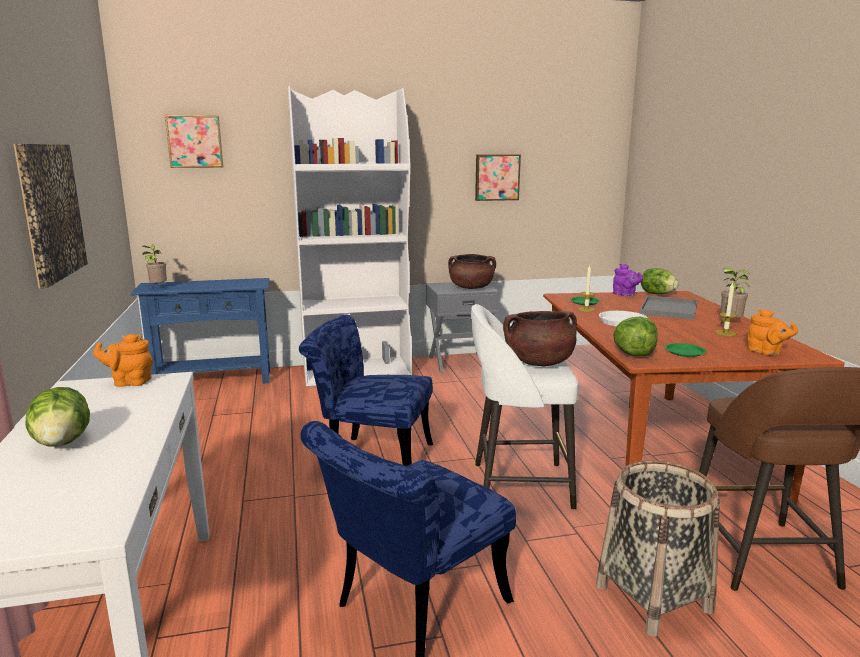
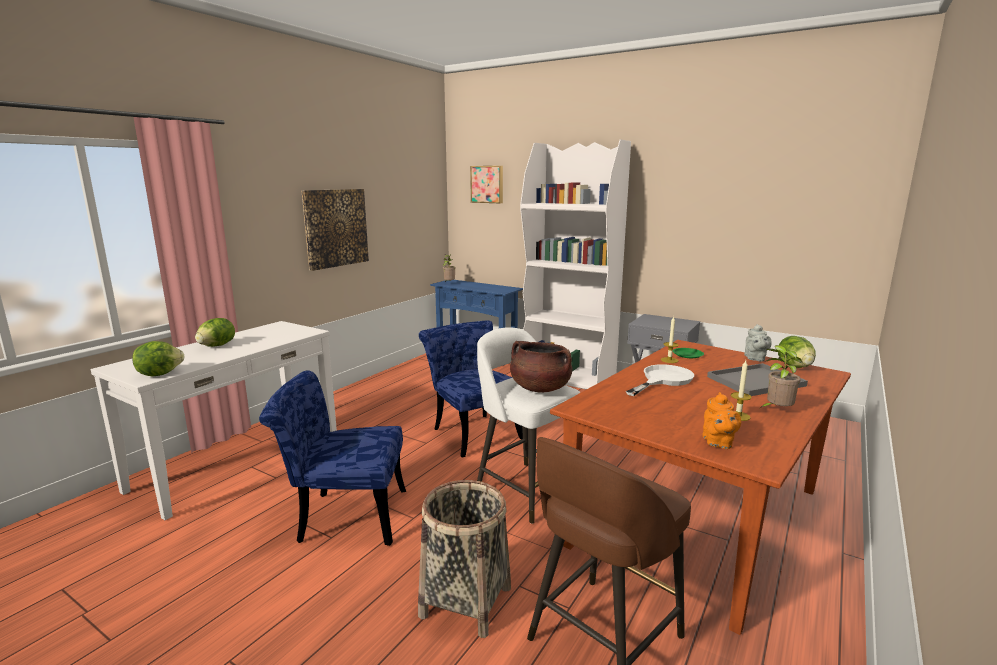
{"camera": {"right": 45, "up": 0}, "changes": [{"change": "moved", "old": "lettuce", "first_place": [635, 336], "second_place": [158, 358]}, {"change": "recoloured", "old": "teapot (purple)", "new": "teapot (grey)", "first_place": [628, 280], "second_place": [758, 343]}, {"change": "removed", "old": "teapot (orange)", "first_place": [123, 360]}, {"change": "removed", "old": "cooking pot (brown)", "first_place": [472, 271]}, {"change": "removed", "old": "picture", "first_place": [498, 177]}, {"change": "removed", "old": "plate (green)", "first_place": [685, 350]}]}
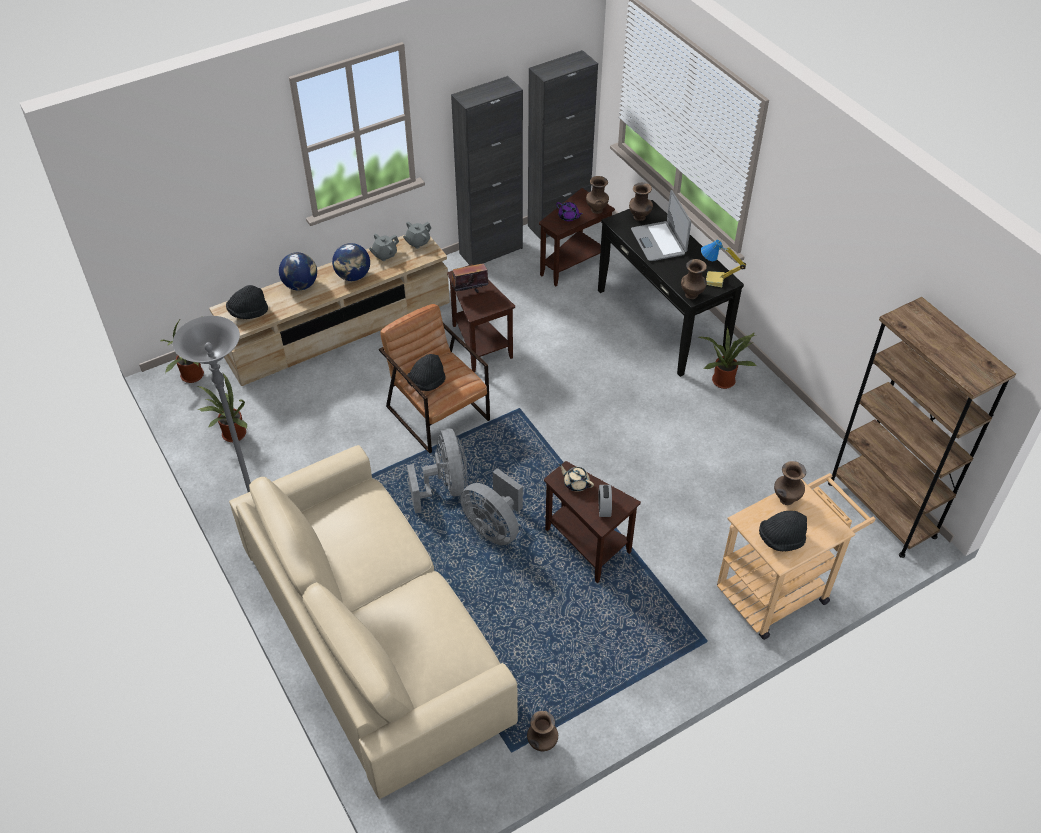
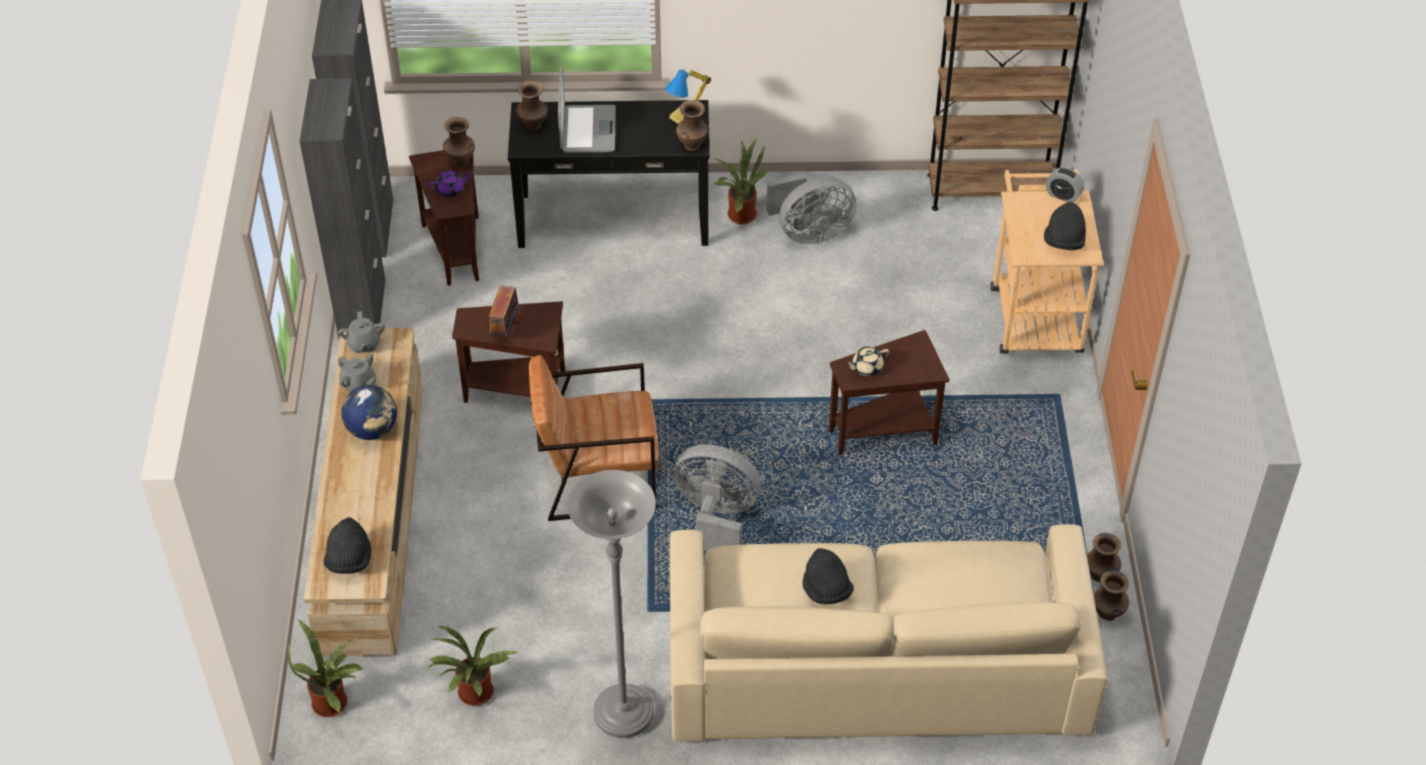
{"camera": {"right": -60, "up": 0}, "changes": [{"change": "turned", "old": "teapot (grey)", "first_place": [384, 247], "second_place": [357, 373], "degrees": -45}, {"change": "turned", "old": "laptop", "first_place": [661, 225], "second_place": [587, 110], "degrees": -105}, {"change": "moved", "old": "fan (grey)", "first_place": [491, 506], "second_place": [811, 208]}, {"change": "moved", "old": "hat (black)", "first_place": [426, 372], "second_place": [828, 576]}, {"change": "moved", "old": "alarm clock", "first_place": [605, 501], "second_place": [1065, 184]}, {"change": "moved", "old": "vase (brown)", "first_place": [790, 483], "second_place": [1111, 595]}, {"change": "removed", "old": "globe", "first_place": [298, 271]}]}
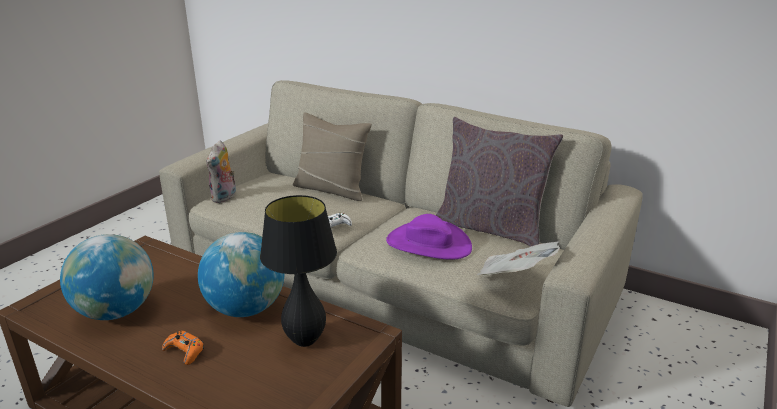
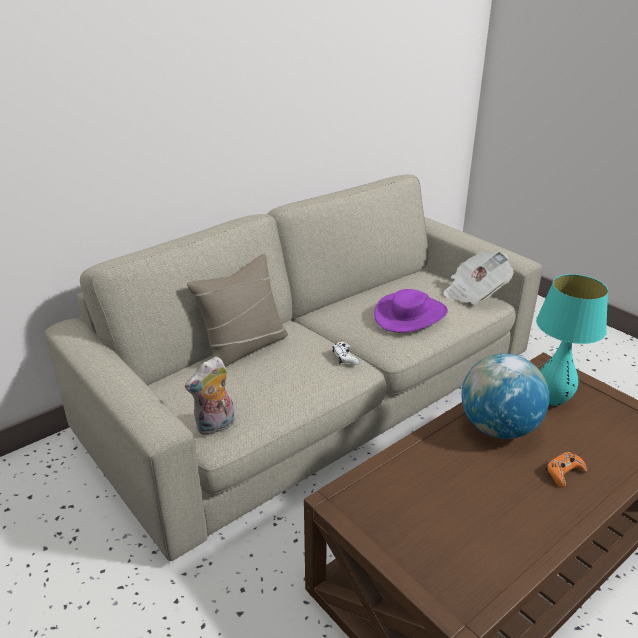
{"camera": {"right": -70, "up": 5}, "changes": [{"change": "turned", "old": "plush toy", "first_place": [221, 171], "second_place": [210, 396], "degrees": 105}, {"change": "recoloured", "old": "table lamp (black)", "new": "table lamp (turquoise)", "first_place": [298, 271], "second_place": [572, 340]}, {"change": "removed", "old": "globe", "first_place": [107, 277]}, {"change": "removed", "old": "pillow (grey)", "first_place": [499, 182]}]}
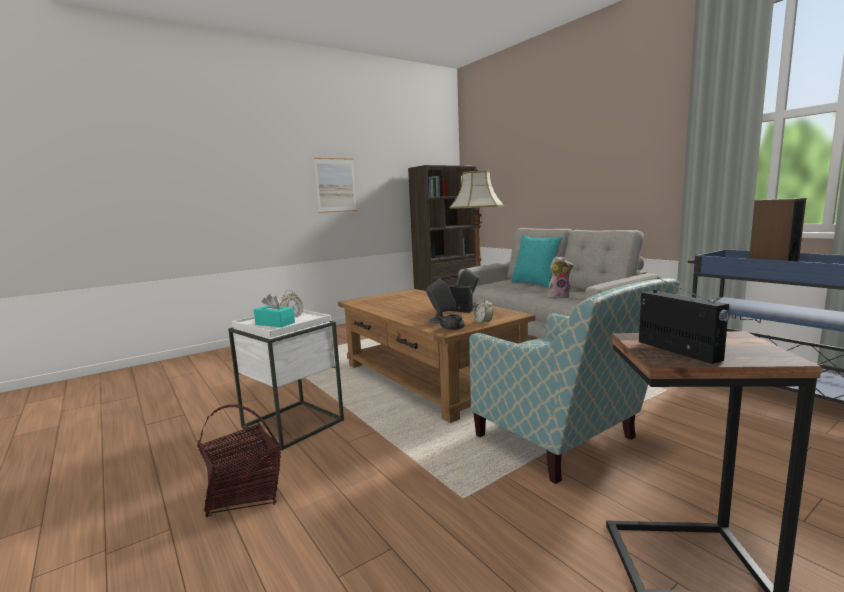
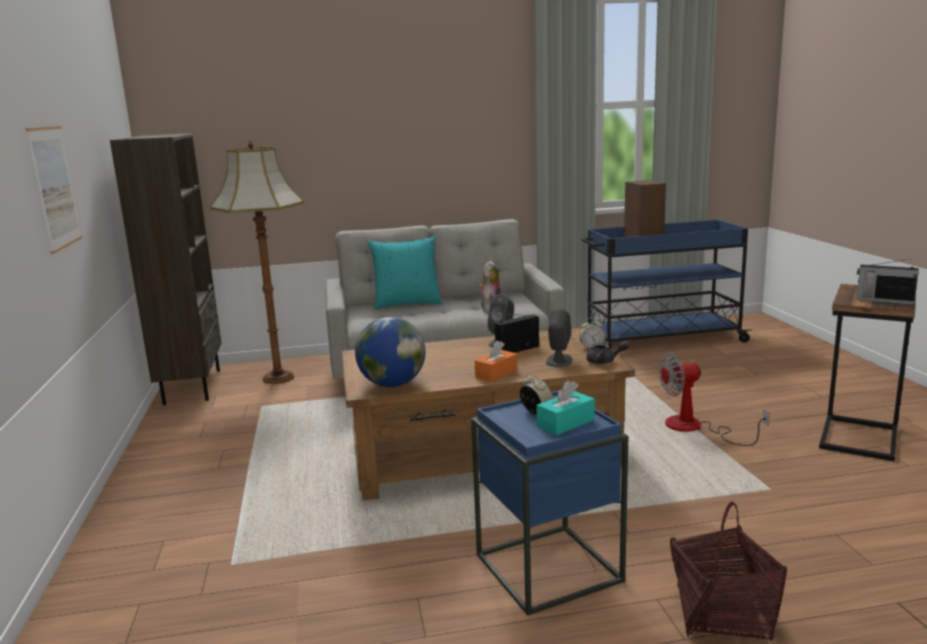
{"camera": {"right": -65, "up": 5}, "changes": [{"change": "added", "new": "globe", "second_place": [390, 352]}, {"change": "recoloured", "old": "side table (white)", "new": "side table (blue)", "first_place": [286, 380], "second_place": [549, 502]}, {"change": "added", "new": "tissue box (orange)", "second_place": [496, 361]}, {"change": "replaced", "old": "armchair", "new": "fan", "first_place": [574, 381], "second_place": [714, 399]}, {"change": "turned", "old": "radio", "first_place": [684, 321], "second_place": [887, 282], "degrees": -150}]}
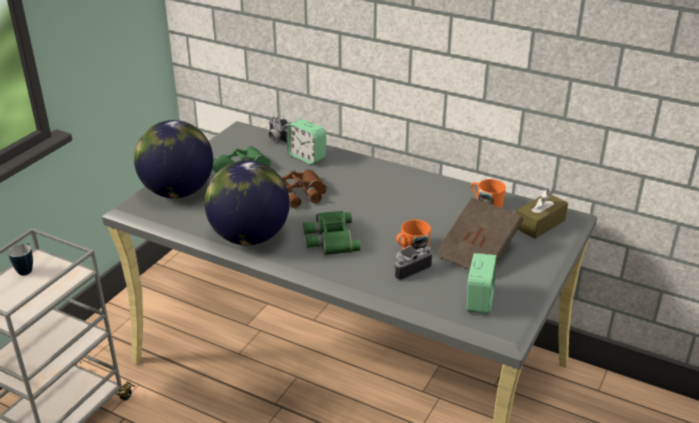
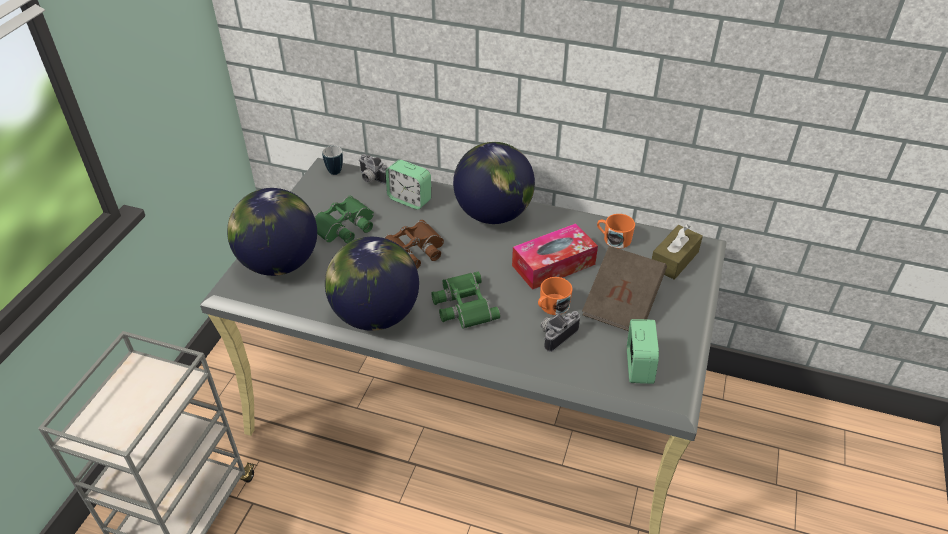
{"camera": {"right": -10, "up": 10}, "changes": [{"change": "moved", "old": "mug", "first_place": [20, 259], "second_place": [332, 160]}, {"change": "added", "new": "globe", "second_place": [494, 183]}, {"change": "added", "new": "tissue box", "second_place": [555, 256]}]}
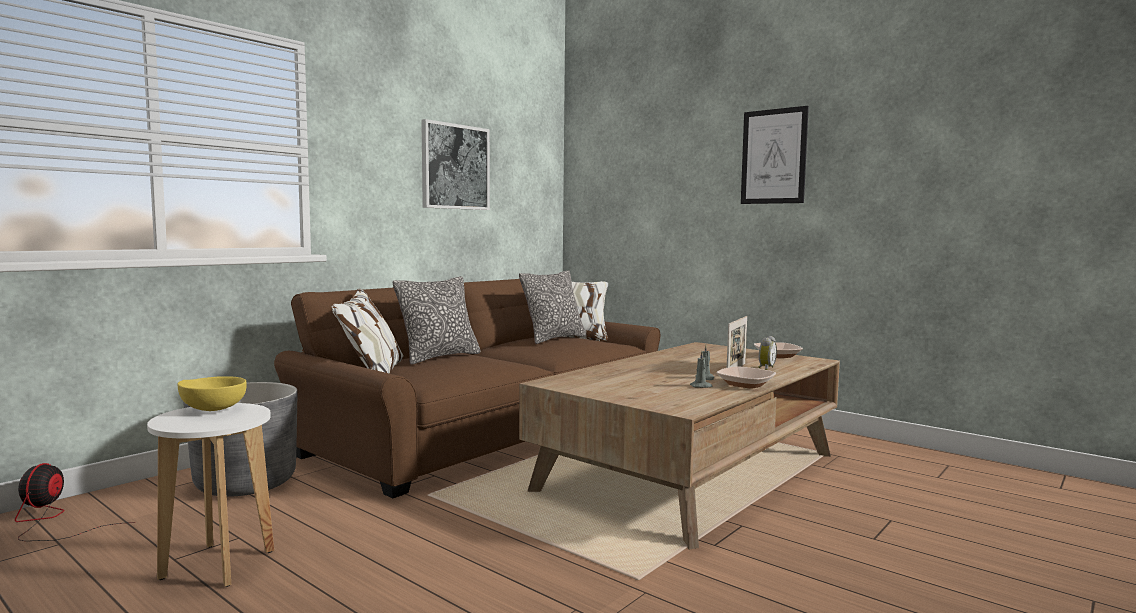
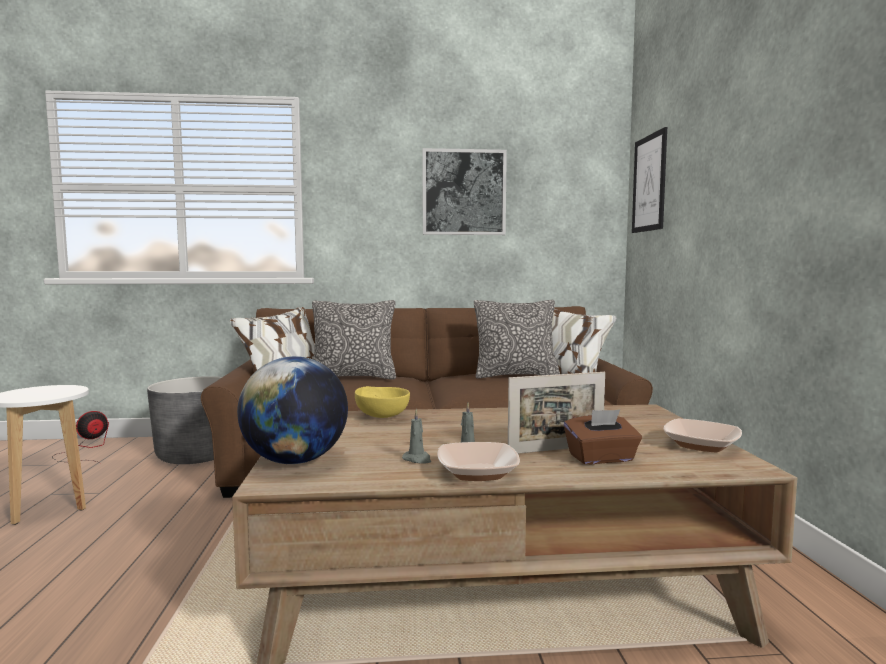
{"camera": {"right": 45, "up": 0}, "changes": [{"change": "added", "new": "globe", "second_place": [292, 410]}, {"change": "moved", "old": "bowl (yellow)", "first_place": [212, 393], "second_place": [382, 402]}, {"change": "replaced", "old": "alarm clock", "new": "tissue box (brown)", "first_place": [767, 353], "second_place": [603, 436]}, {"change": "moved", "old": "picture", "first_place": [775, 155], "second_place": [649, 180]}]}
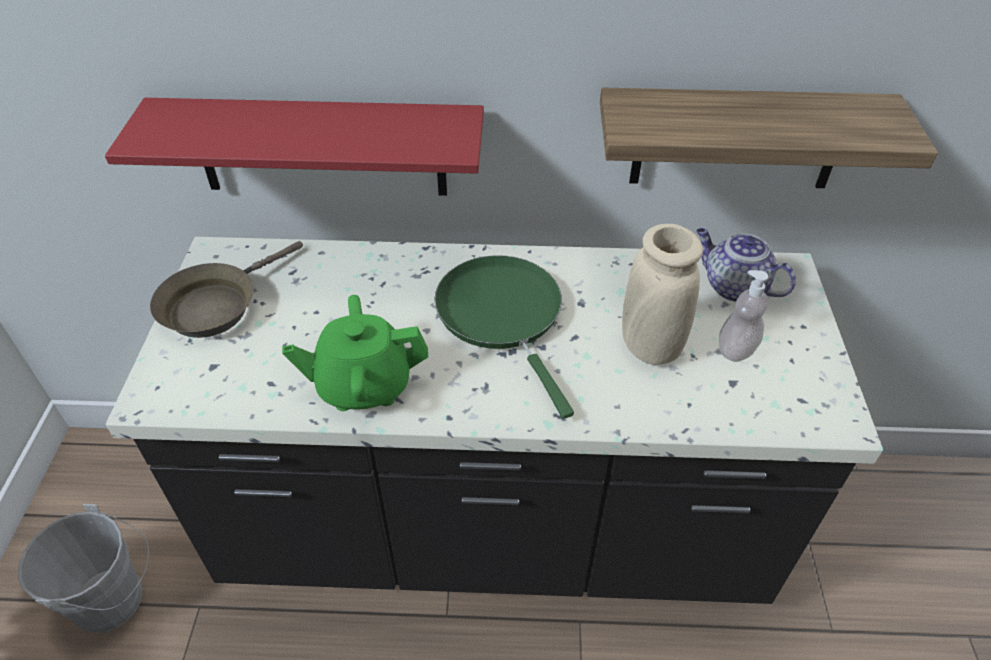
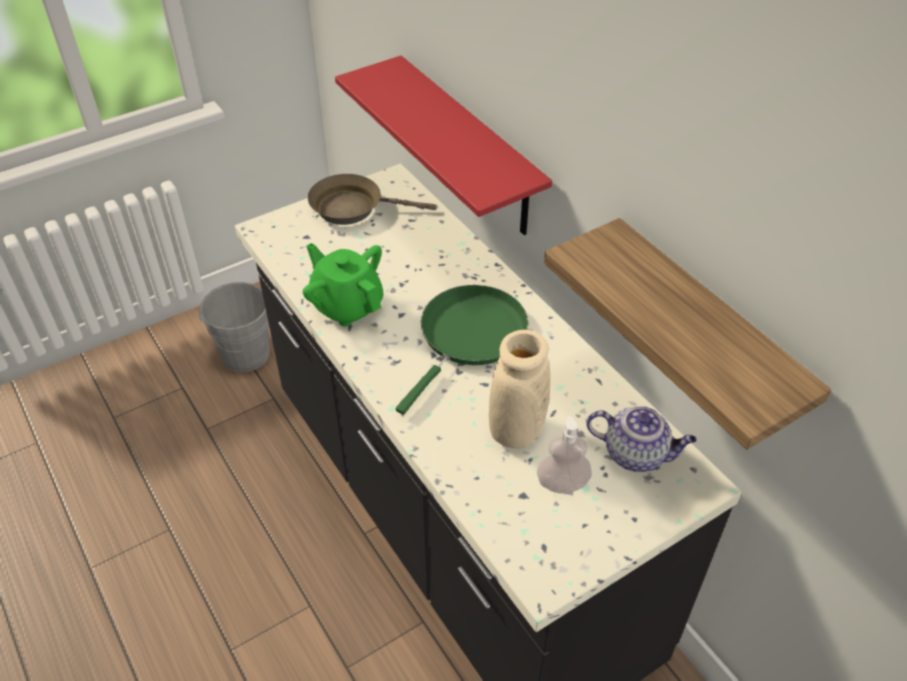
{"camera": {"right": 55, "up": 0}, "changes": [{"change": "turned", "old": "teapot", "first_place": [746, 265], "second_place": [641, 439], "degrees": 105}]}
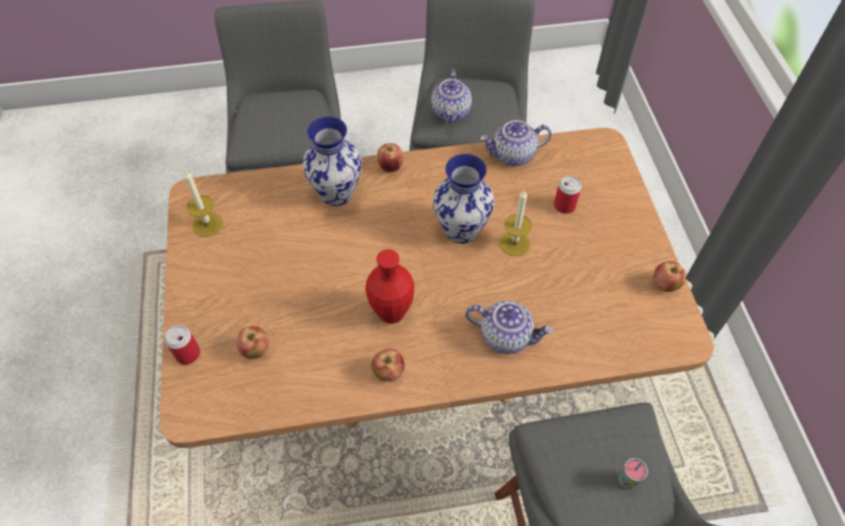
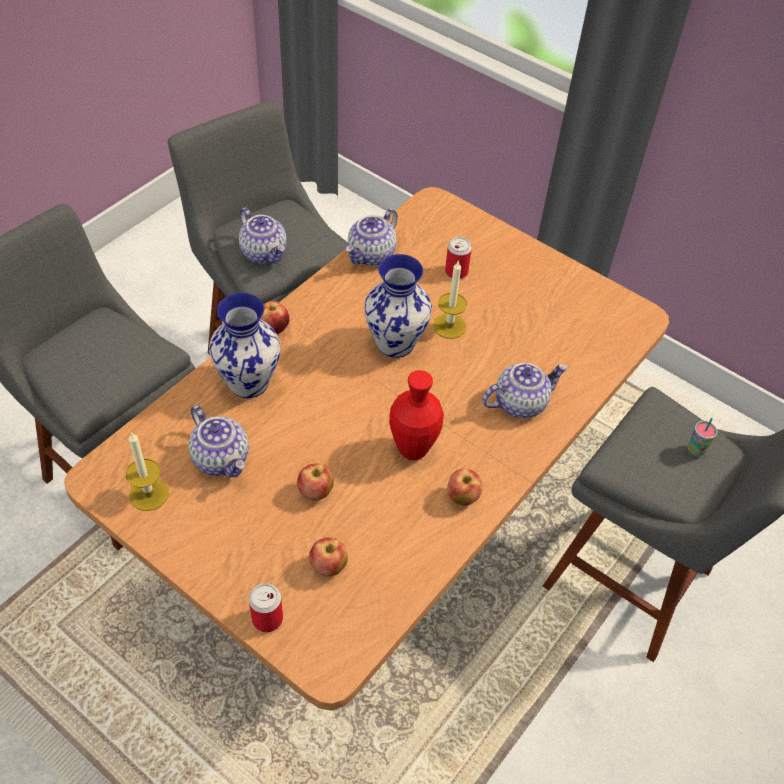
{"camera": {"right": -45, "up": -5}, "changes": [{"change": "added", "new": "teapot", "second_place": [219, 441]}, {"change": "moved", "old": "apple", "first_place": [670, 276], "second_place": [315, 482]}]}
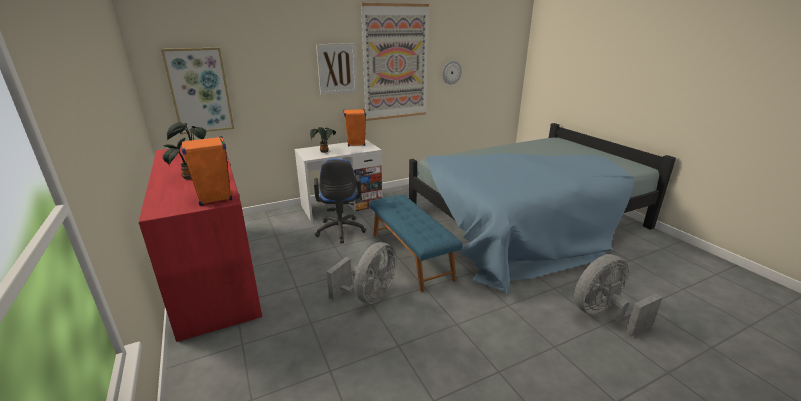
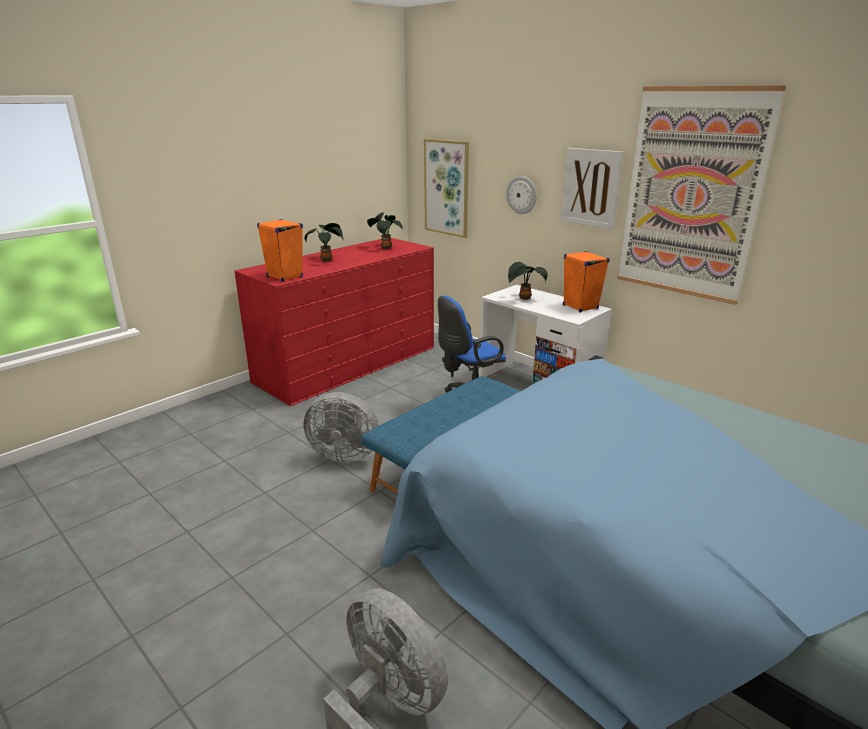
{"camera": {"right": 70, "up": 0}, "changes": [{"change": "moved", "old": "wall clock", "first_place": [452, 72], "second_place": [521, 195]}]}
